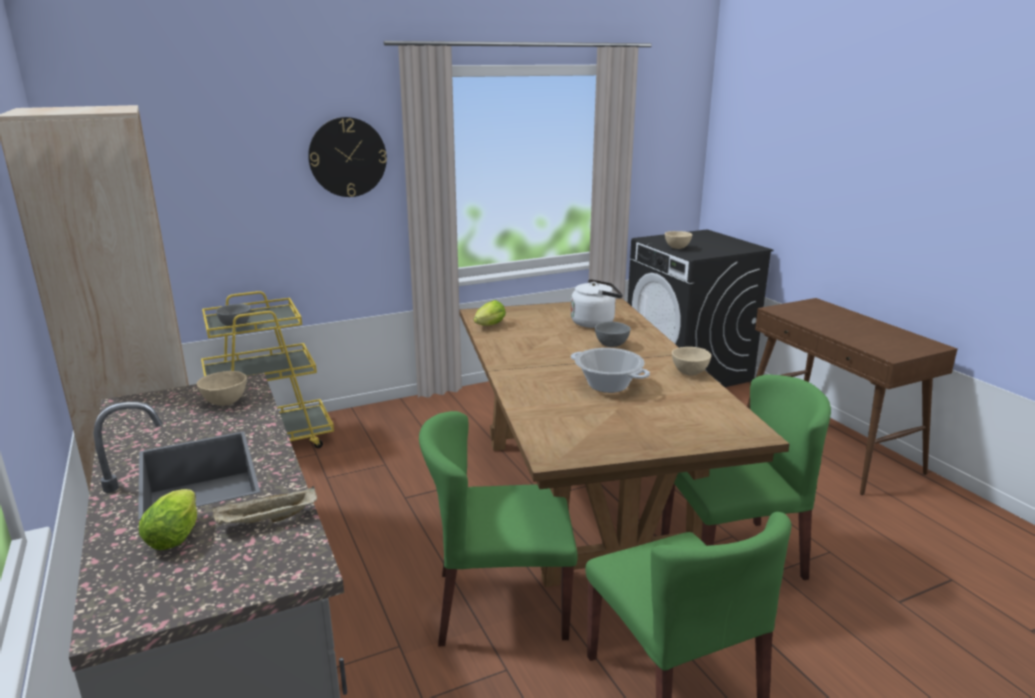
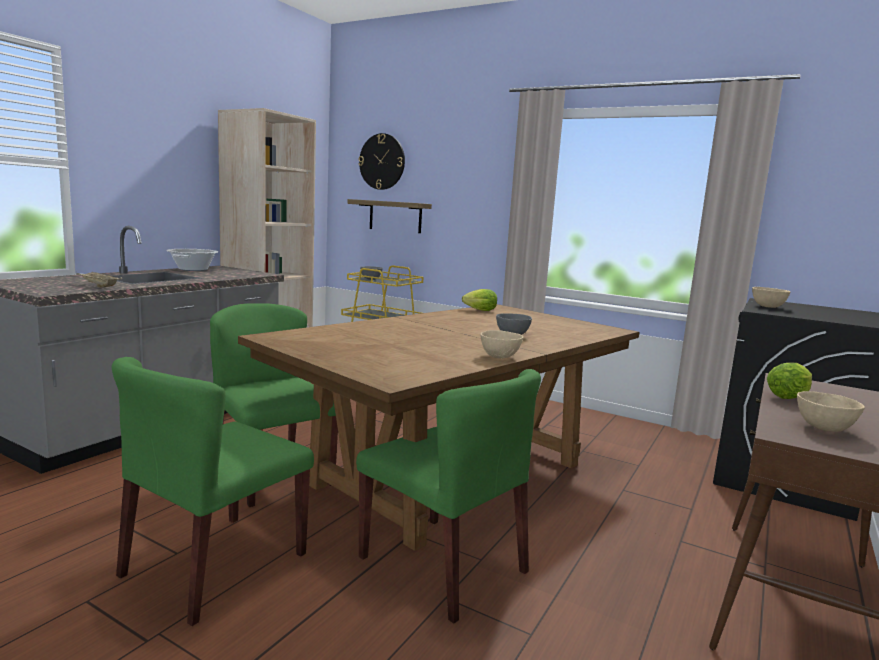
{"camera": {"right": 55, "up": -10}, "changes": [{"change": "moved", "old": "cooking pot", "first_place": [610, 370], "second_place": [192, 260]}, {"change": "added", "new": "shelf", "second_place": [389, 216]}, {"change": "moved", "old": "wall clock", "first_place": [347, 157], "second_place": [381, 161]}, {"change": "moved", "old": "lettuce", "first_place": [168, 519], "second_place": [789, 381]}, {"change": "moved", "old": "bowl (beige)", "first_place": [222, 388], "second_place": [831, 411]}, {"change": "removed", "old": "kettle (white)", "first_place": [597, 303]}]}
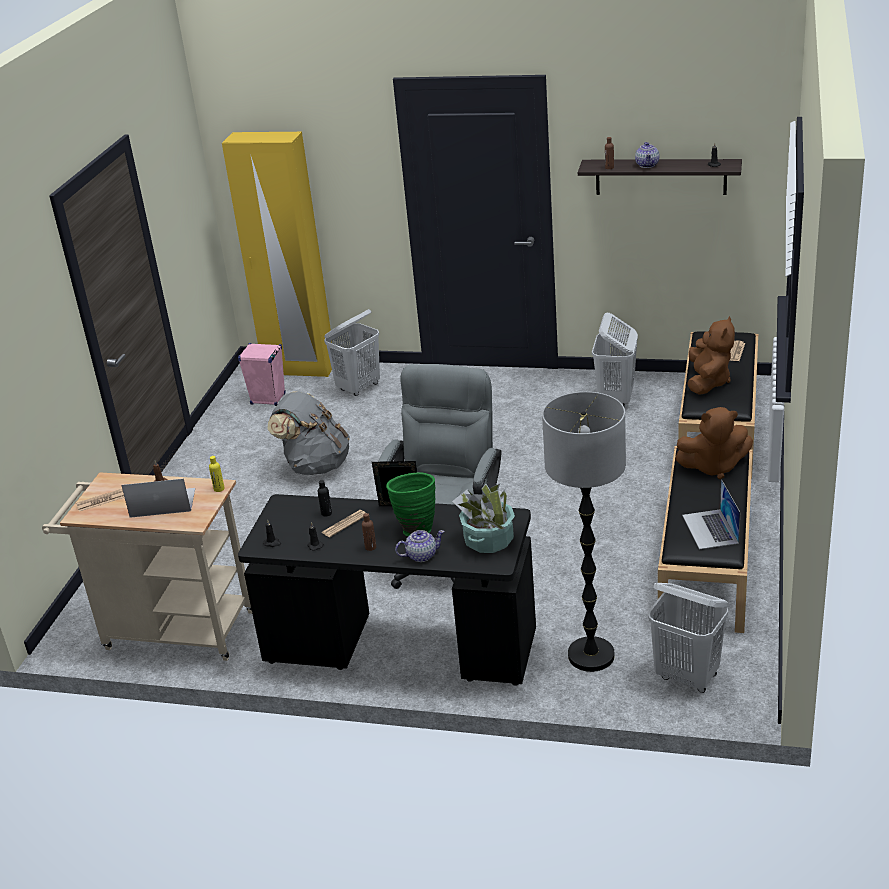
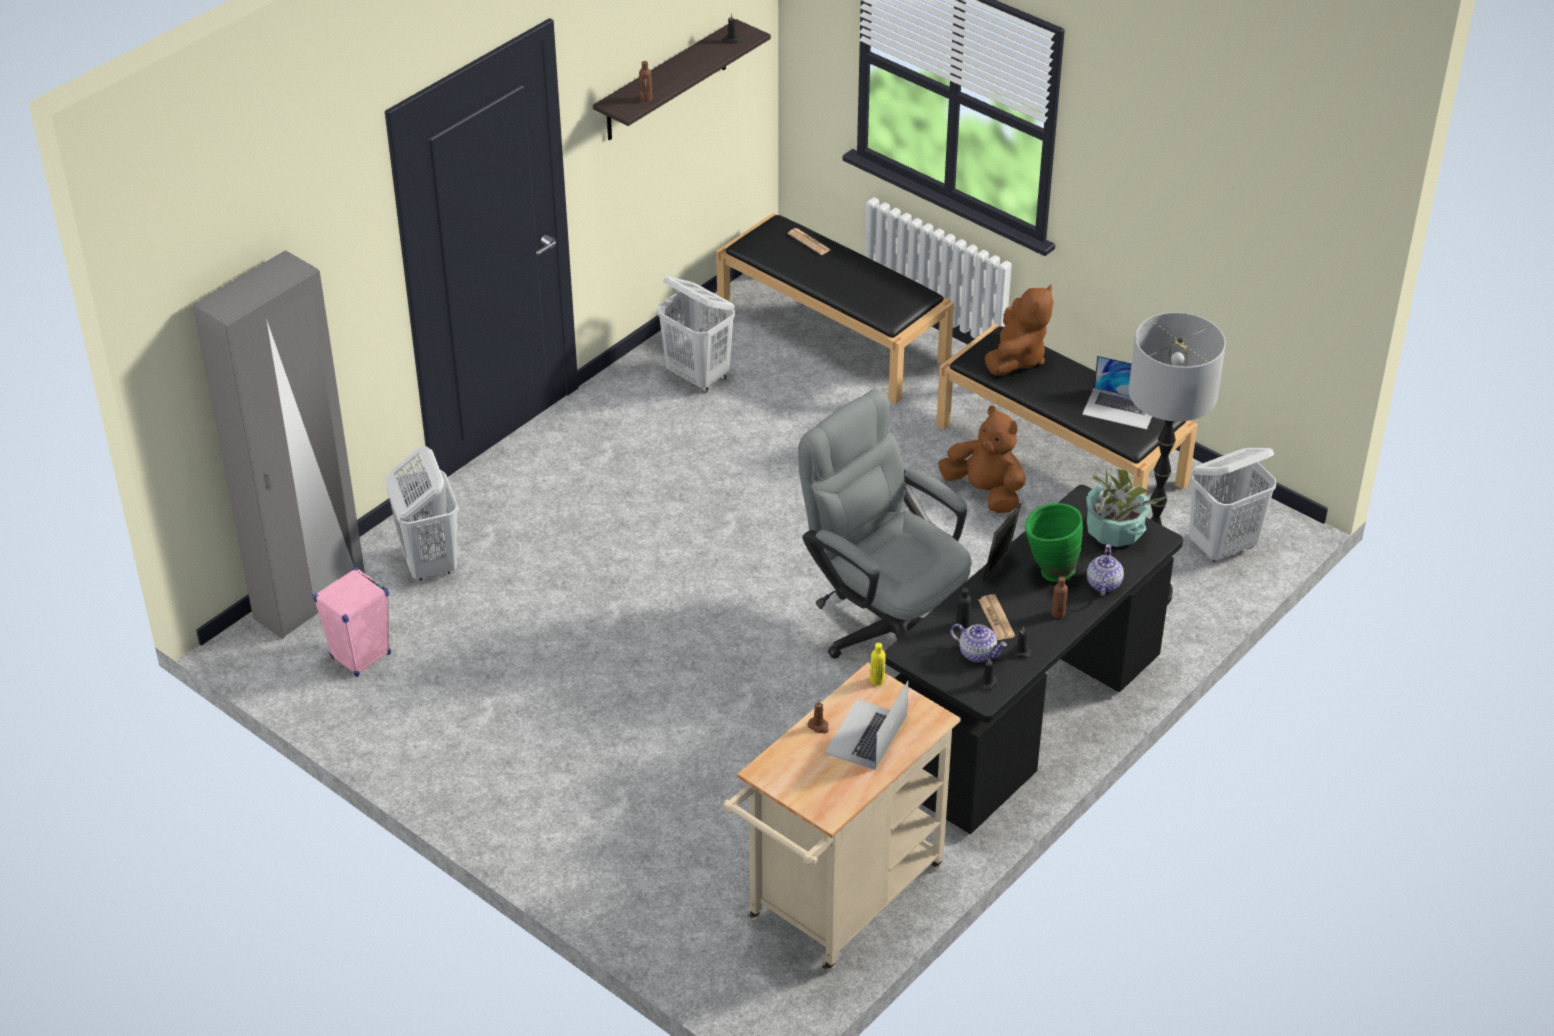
{"camera": {"right": -65, "up": 10}, "changes": [{"change": "recoloured", "old": "wardrobe (yellow)", "new": "wardrobe (grey)", "first_place": [277, 254], "second_place": [279, 444]}, {"change": "moved", "old": "plush toy (brown)", "first_place": [711, 355], "second_place": [982, 459]}, {"change": "moved", "old": "teapot", "first_place": [647, 155], "second_place": [978, 643]}, {"change": "removed", "old": "newspaper", "first_place": [100, 500]}, {"change": "removed", "old": "backpack (grey)", "first_place": [309, 433]}]}
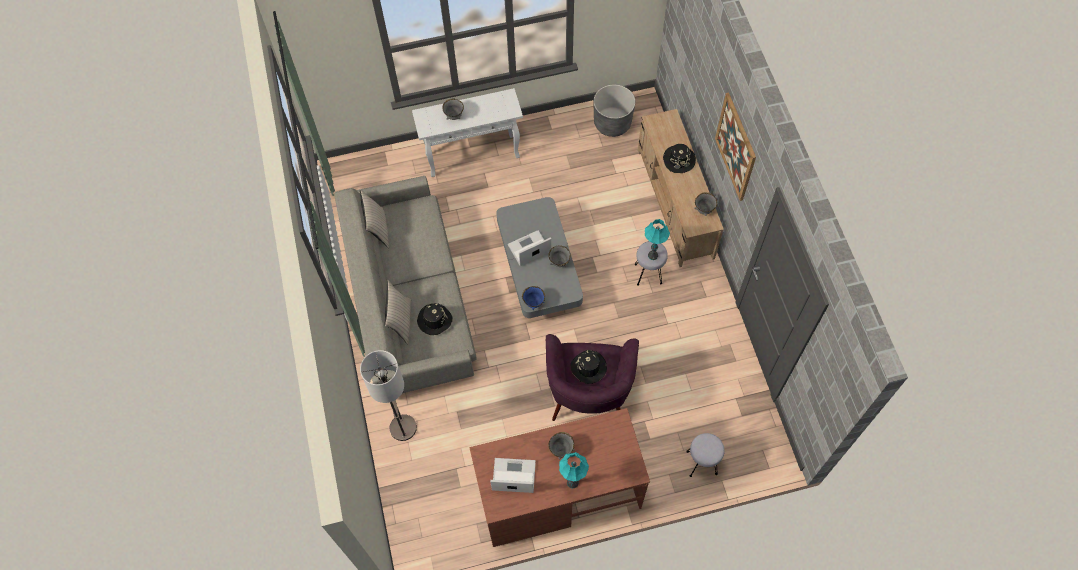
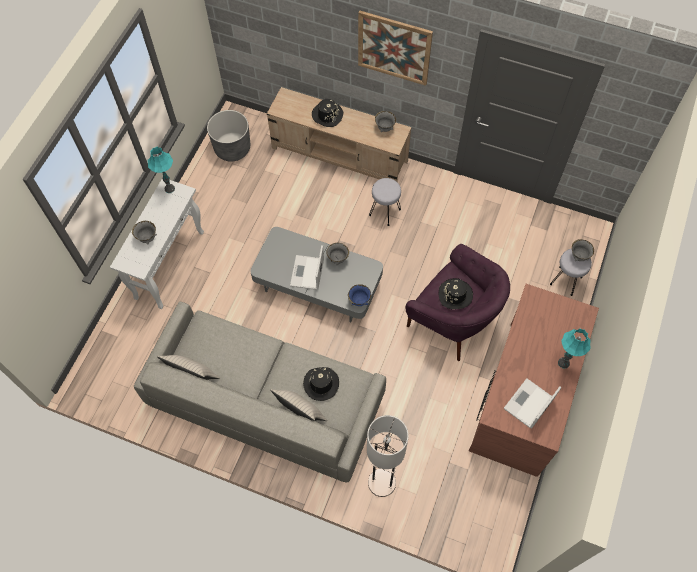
{"camera": {"right": -55, "up": 0}, "changes": [{"change": "moved", "old": "table lamp (turquoise)", "first_place": [657, 239], "second_place": [161, 170]}, {"change": "moved", "old": "bowl (grey)", "first_place": [561, 446], "second_place": [583, 250]}]}
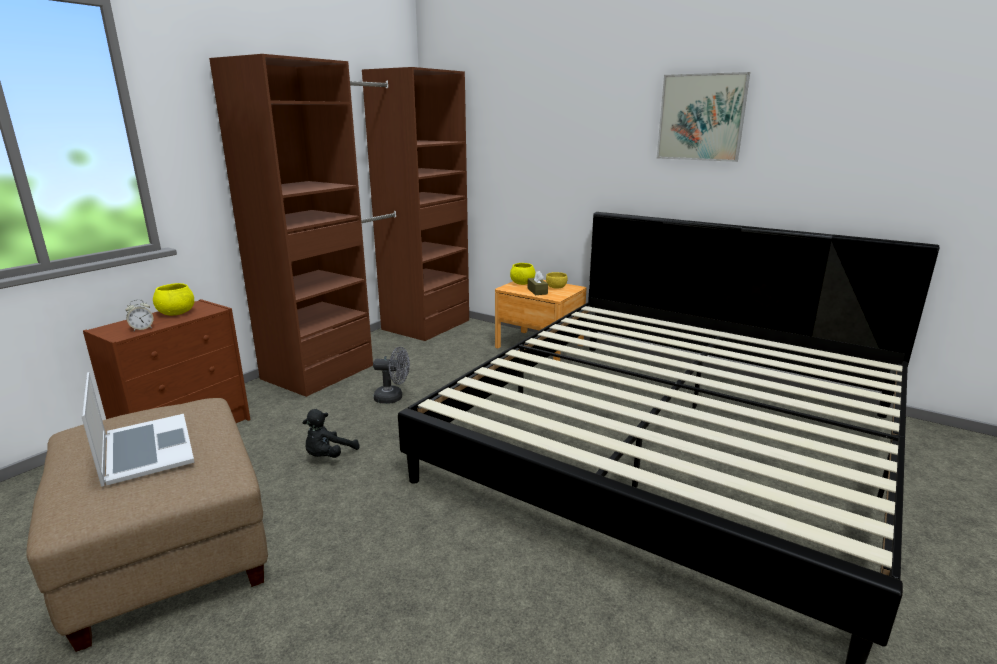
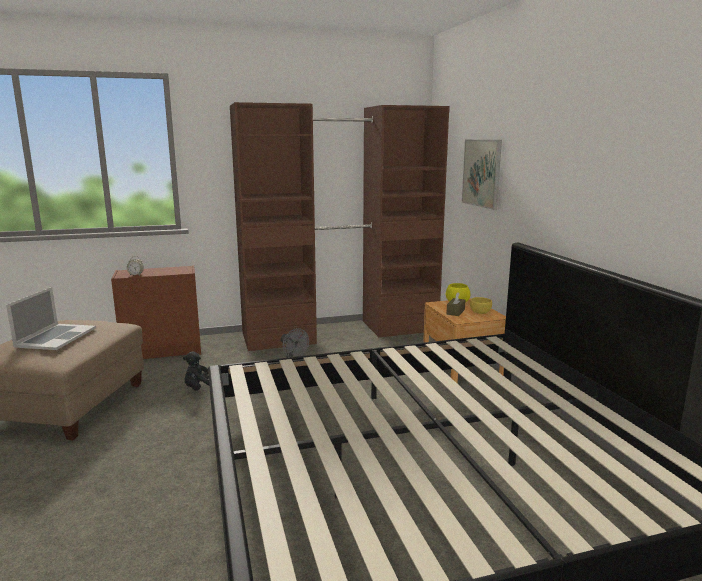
{"camera": {"right": 40, "up": -5}, "changes": [{"change": "moved", "old": "picture", "first_place": [703, 117], "second_place": [482, 175]}, {"change": "removed", "old": "bowl (yellow)", "first_place": [173, 299]}]}
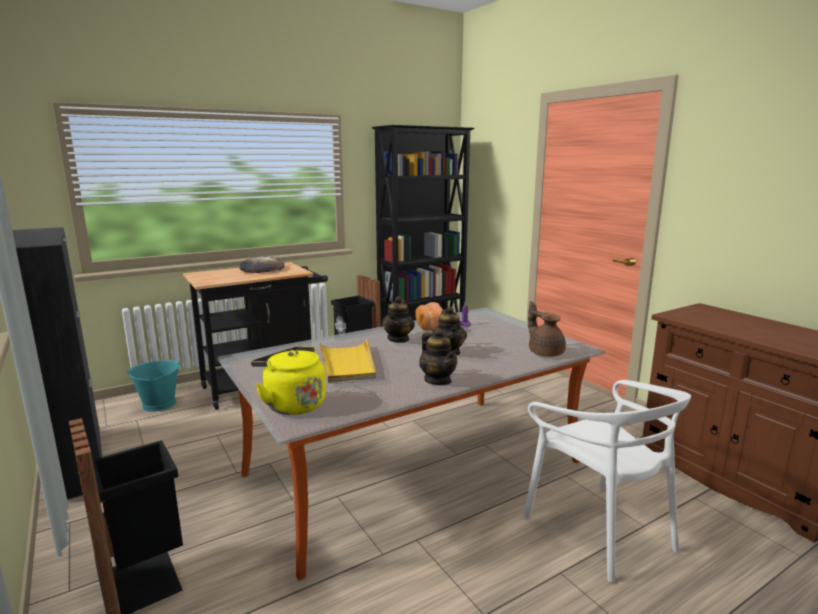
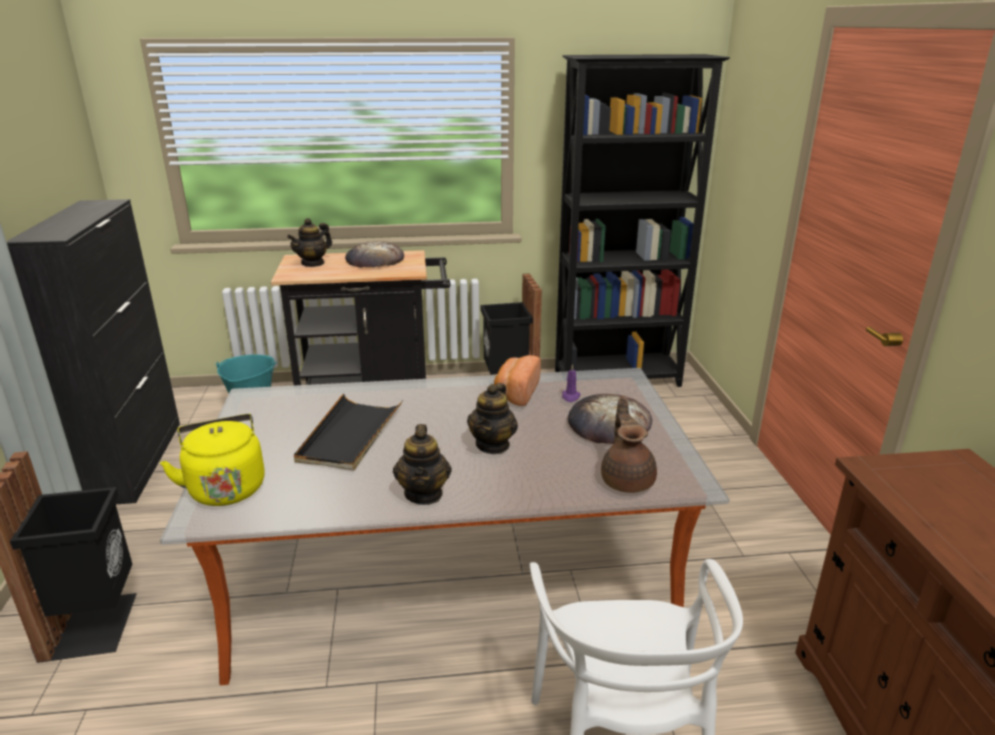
{"camera": {"right": 25, "up": 10}, "changes": [{"change": "moved", "old": "teapot", "first_place": [398, 319], "second_place": [309, 242]}, {"change": "recoloured", "old": "tray (yellow)", "new": "tray (black)", "first_place": [348, 361], "second_place": [348, 432]}, {"change": "added", "new": "bread", "second_place": [610, 419]}]}
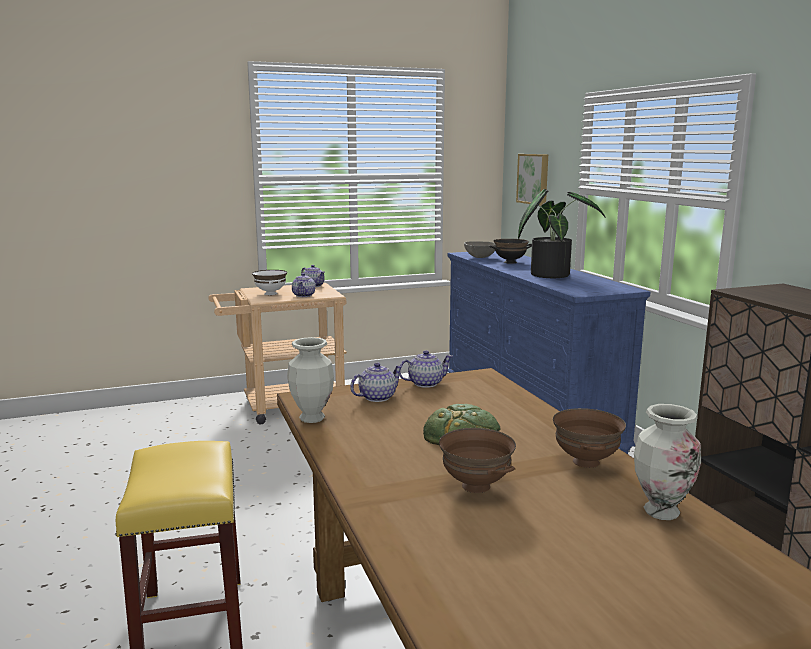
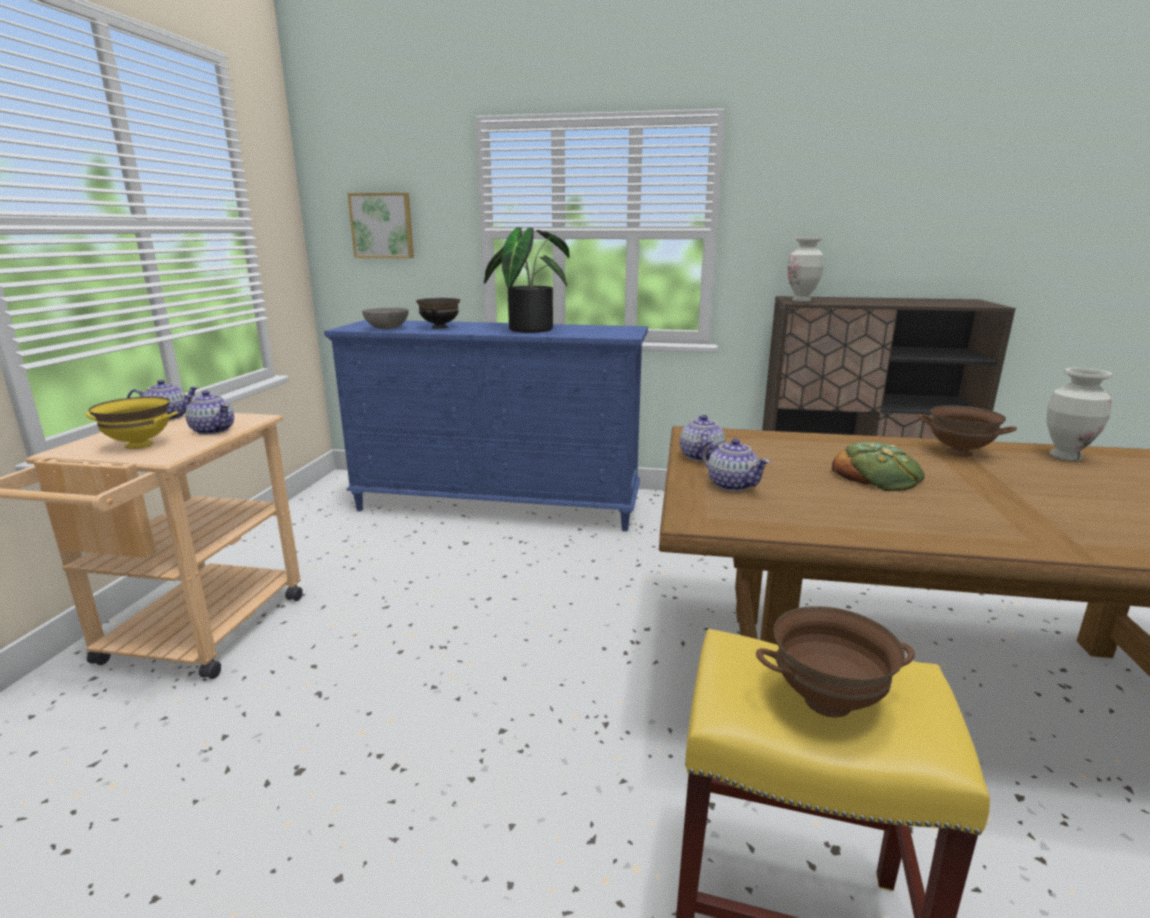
{"camera": {"right": -60, "up": 5}, "changes": [{"change": "recoloured", "old": "bowl (white)", "new": "bowl (yellow)", "first_place": [269, 282], "second_place": [132, 422]}, {"change": "turned", "old": "teapot", "first_place": [376, 382], "second_place": [736, 465], "degrees": 150}, {"change": "moved", "old": "bowl (brown)", "first_place": [477, 460], "second_place": [835, 662]}, {"change": "moved", "old": "vase", "first_place": [310, 380], "second_place": [805, 269]}]}
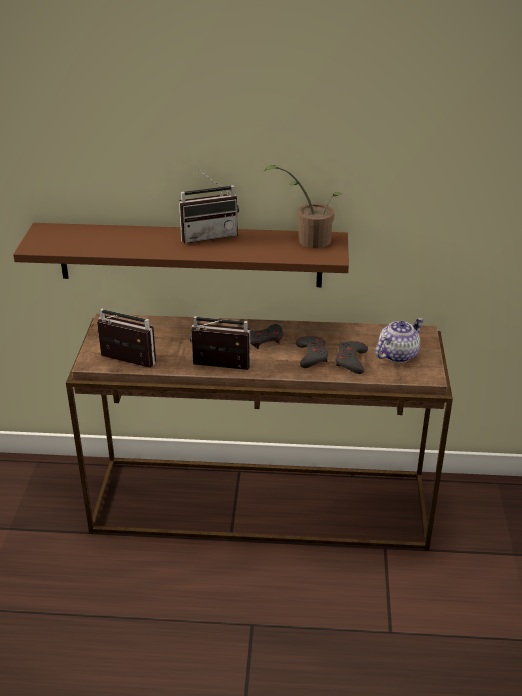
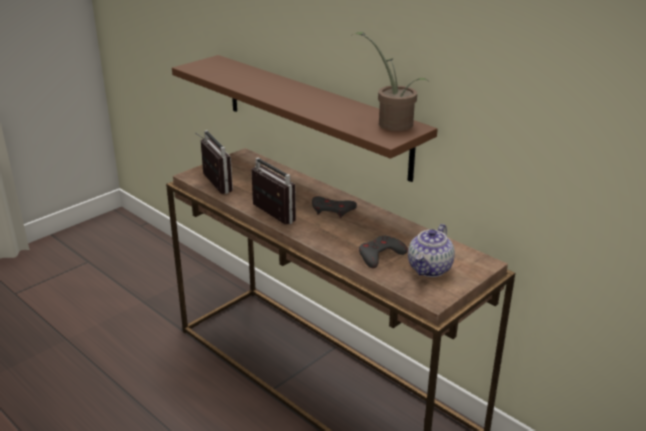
{"camera": {"right": 40, "up": -5}, "changes": [{"change": "turned", "old": "teapot", "first_place": [399, 340], "second_place": [431, 250], "degrees": 120}, {"change": "removed", "old": "radio", "first_place": [209, 205]}, {"change": "removed", "old": "game controller (grey)", "first_place": [312, 352]}]}
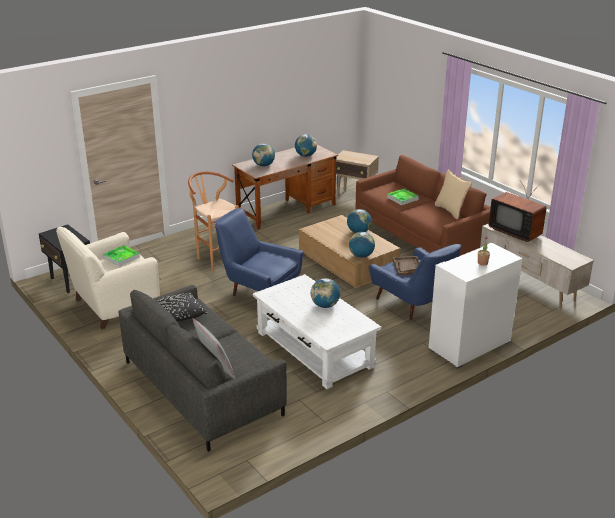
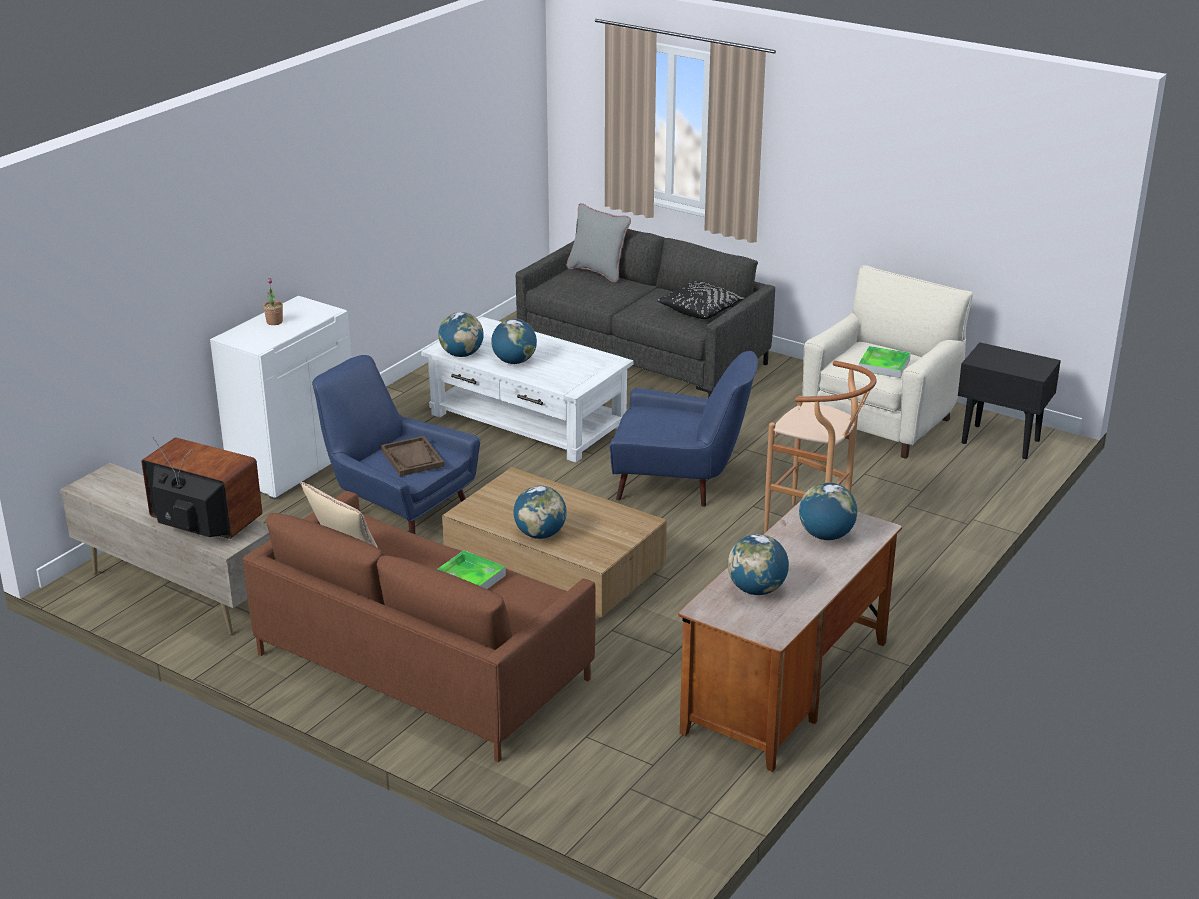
{"camera": {"right": 160, "up": 0}, "changes": [{"change": "moved", "old": "globe", "first_place": [362, 245], "second_place": [461, 334]}, {"change": "removed", "old": "side table (beige)", "first_place": [357, 174]}]}
